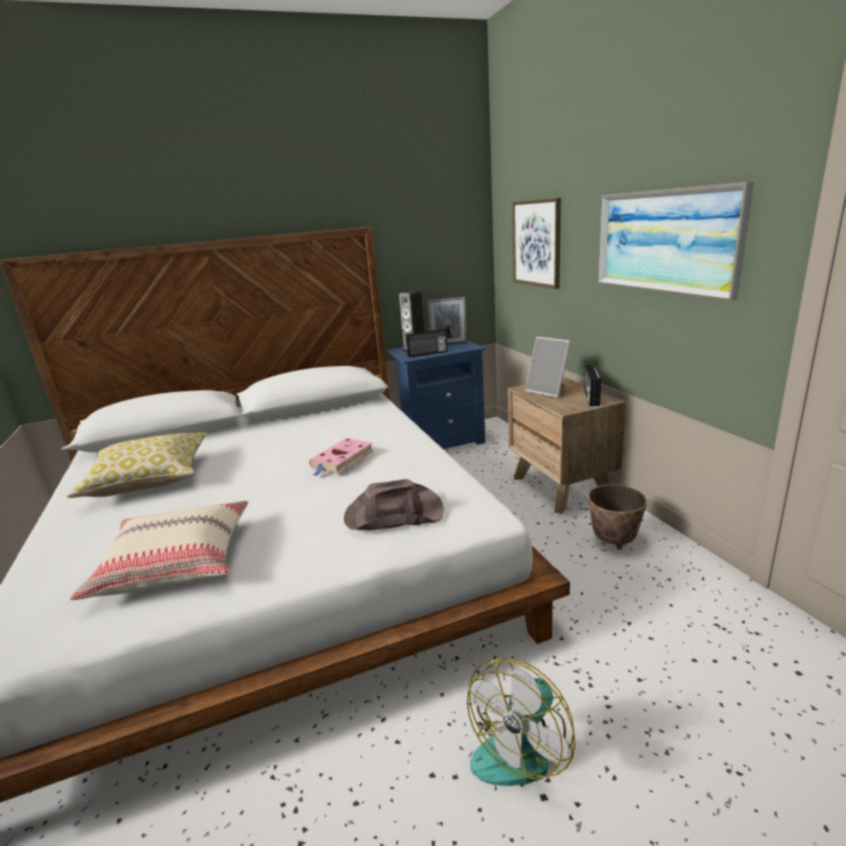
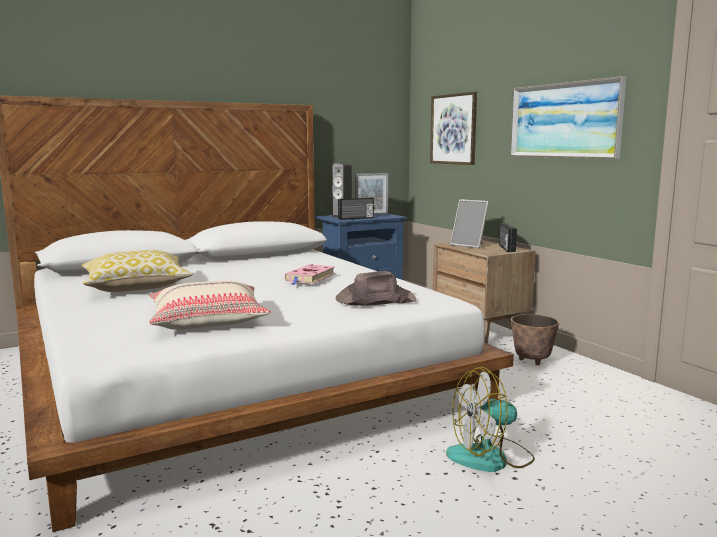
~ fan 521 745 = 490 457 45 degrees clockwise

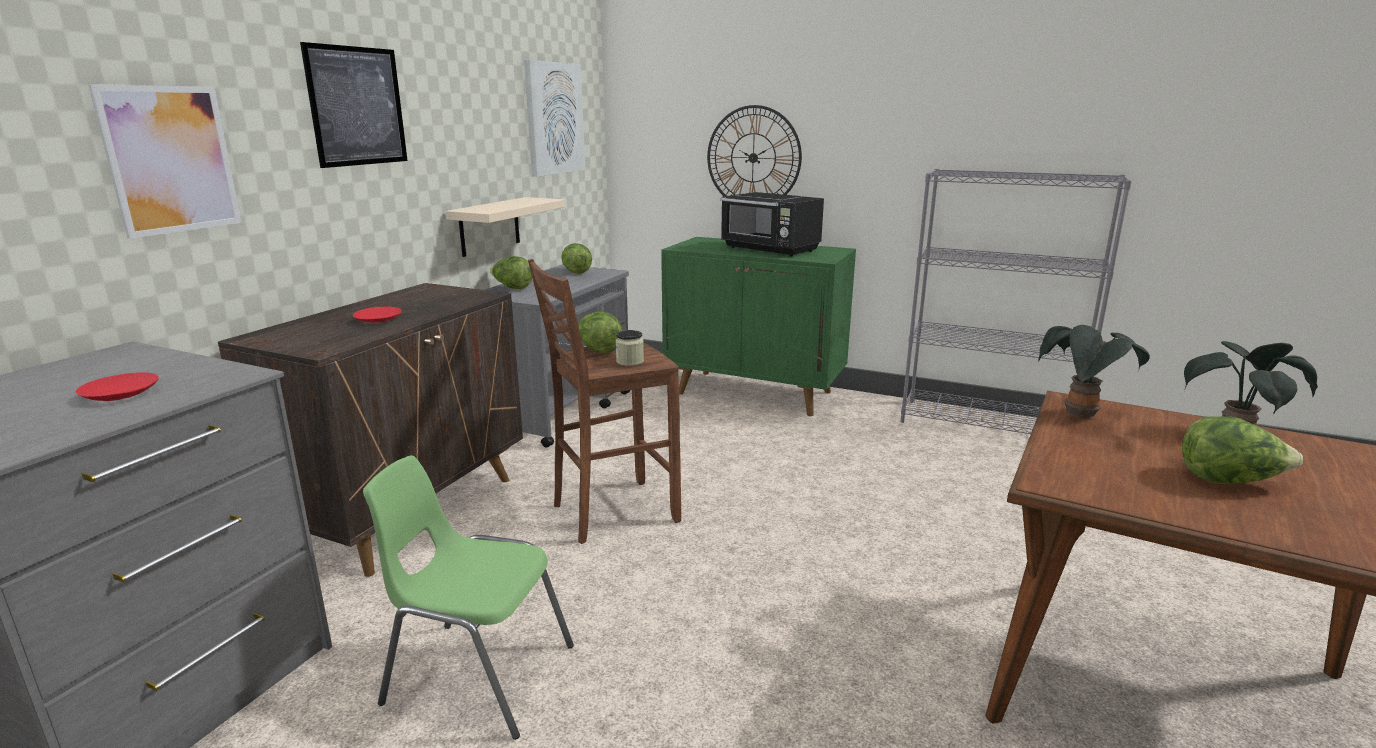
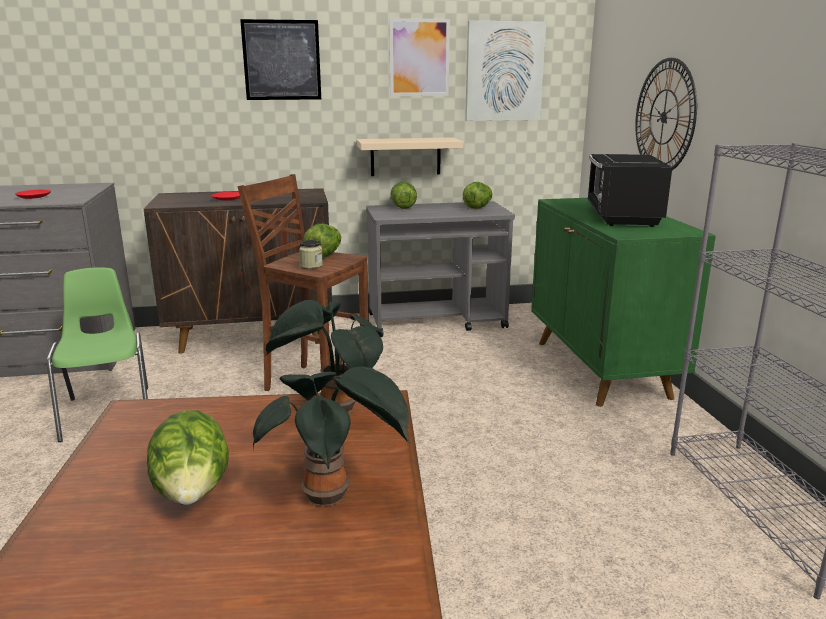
~ picture 171 160 to 419 58

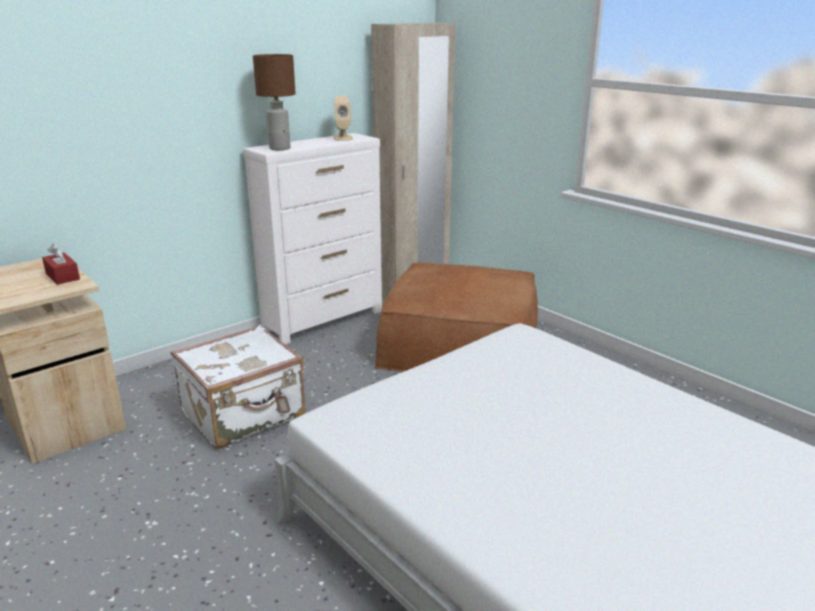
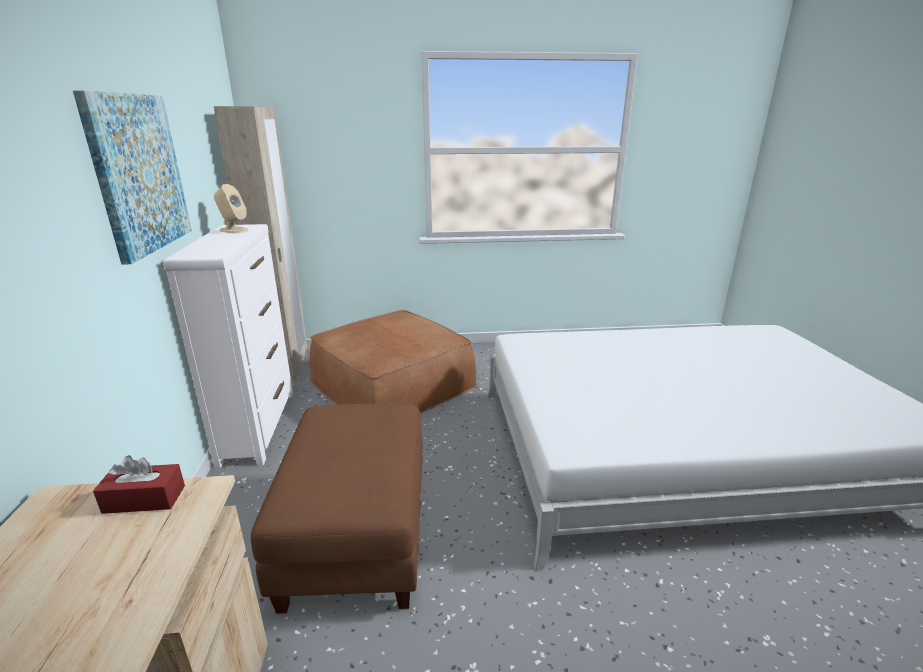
~ suitcase/white 245 415 to ottoman/brown 356 534
- table lamp/brown 279 148
+ picture 138 174

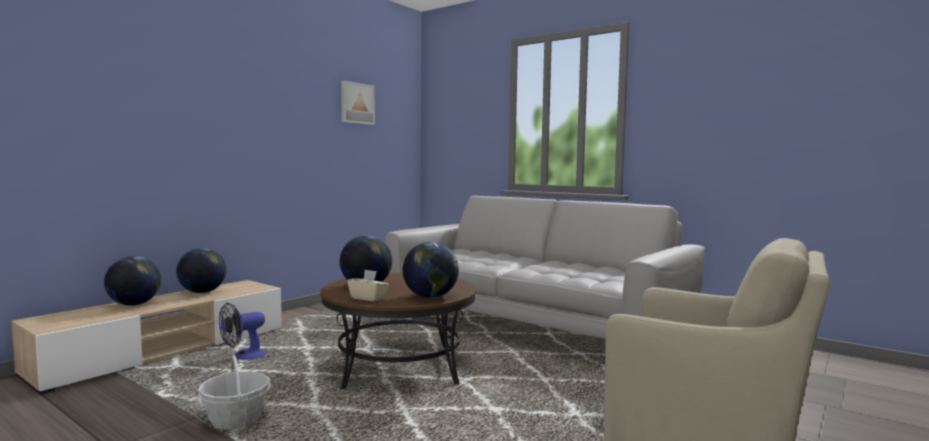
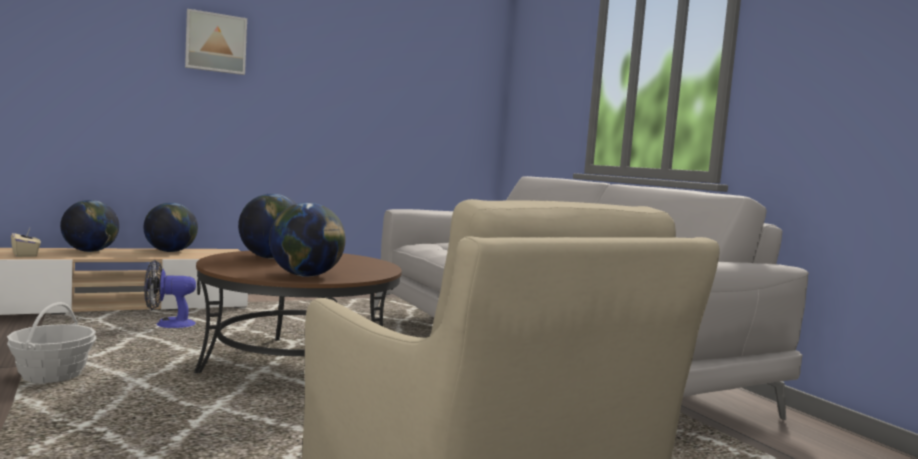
~ picture 356 103 to 216 43
~ tissue box/beige 368 298 to 25 255

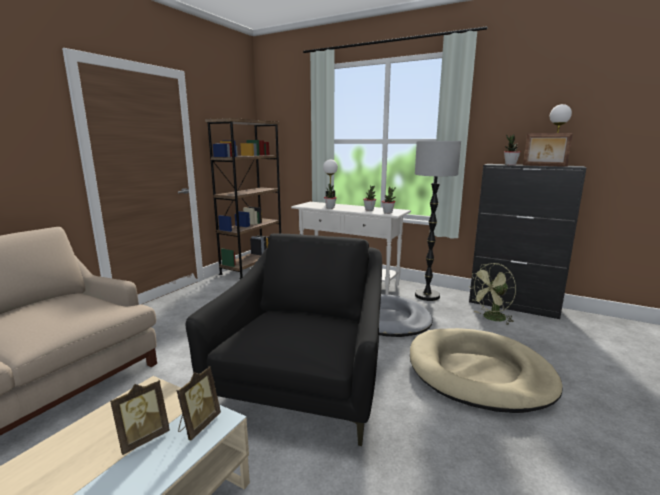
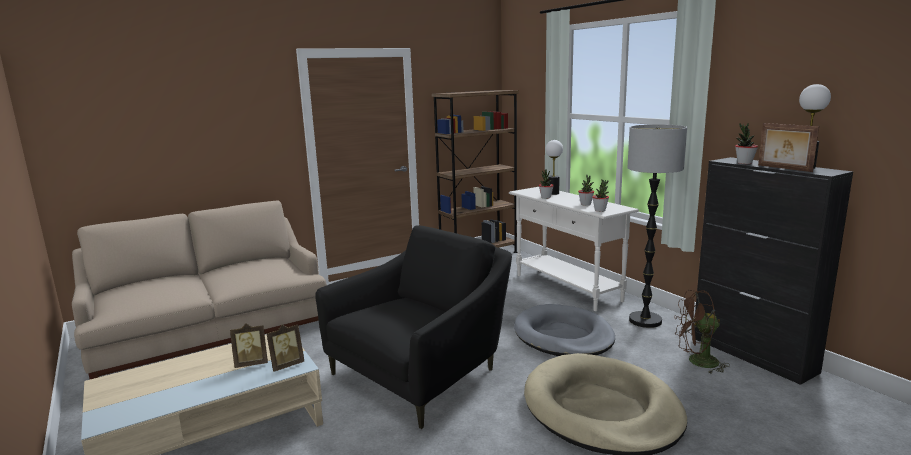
~ fan/green 491 318 to fan/brown 697 362

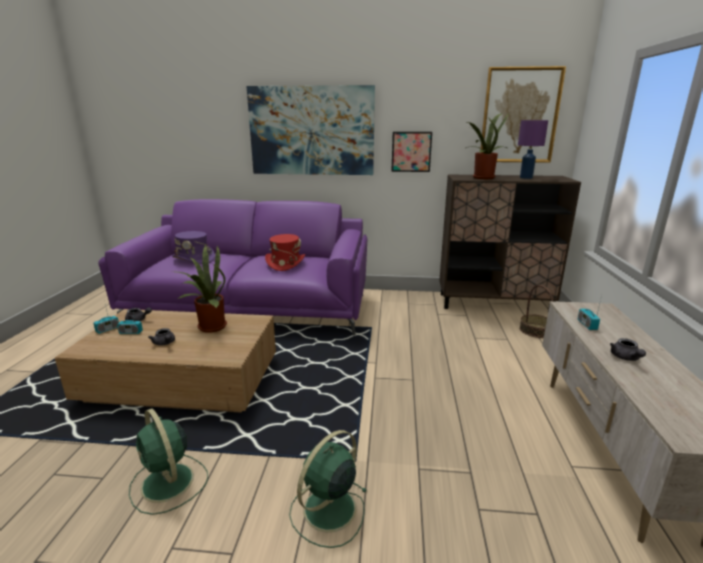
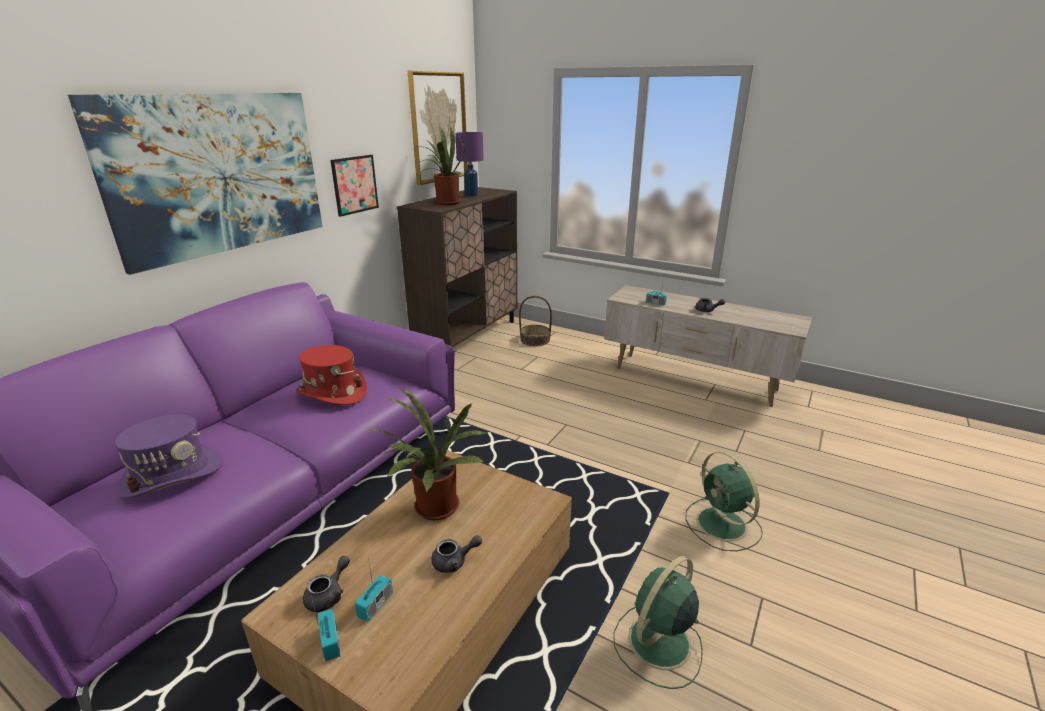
~ fan/green 168 483 = 657 643 150 degrees clockwise

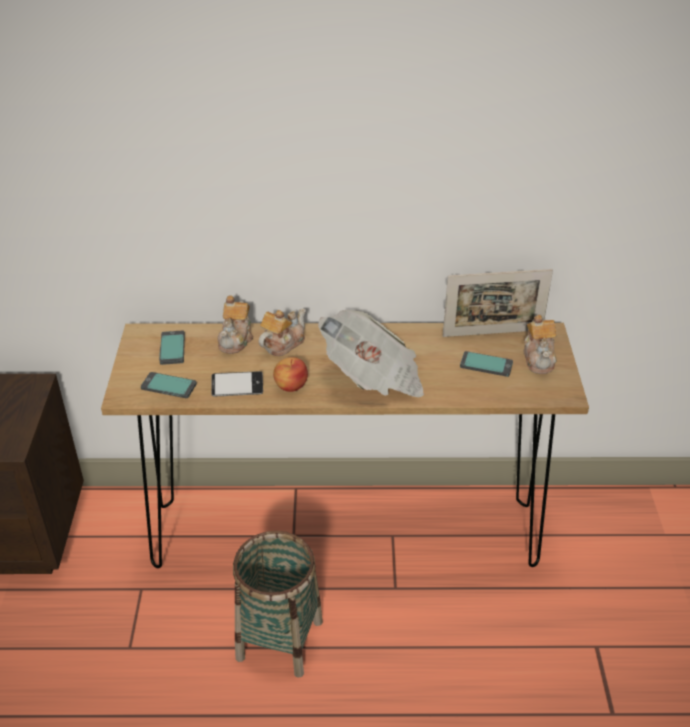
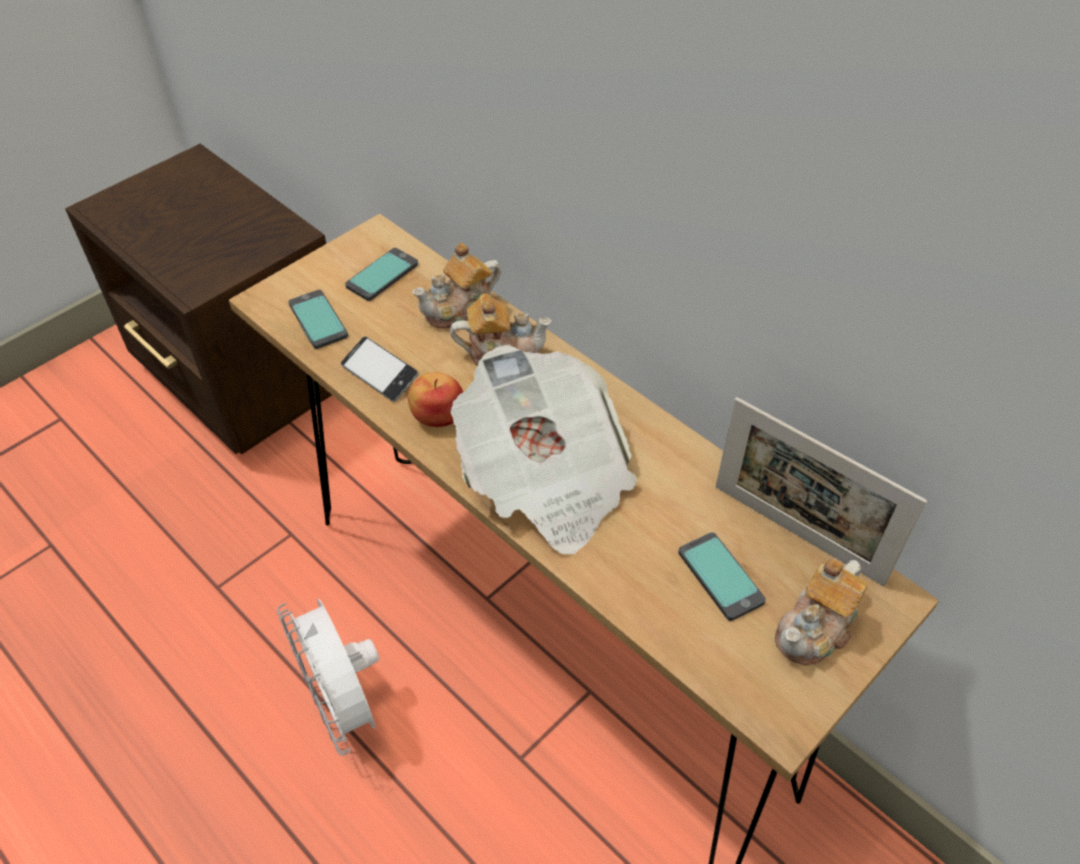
~ basket 280 639 to fan/white 344 705

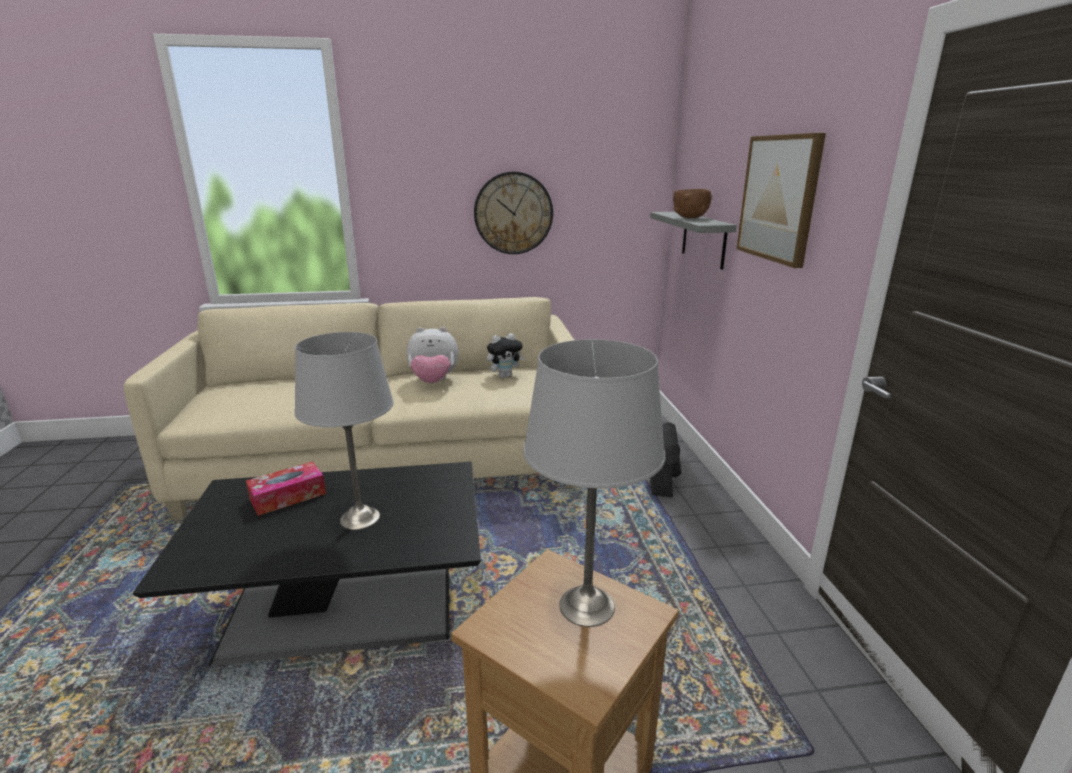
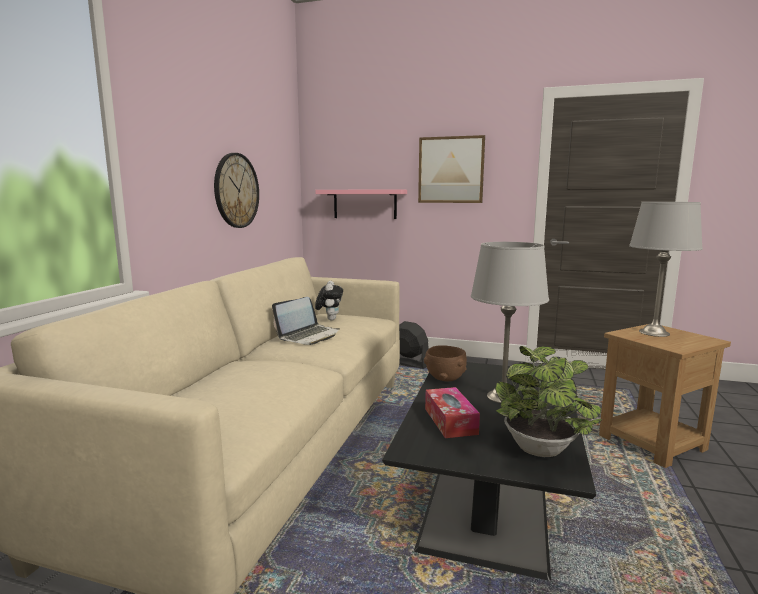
~ plush toy 433 381 to laptop 309 336
~ shelf/grey 703 239 to shelf/pink 365 204
~ bowl/brown 690 217 to 445 379
+ potted plant 541 452

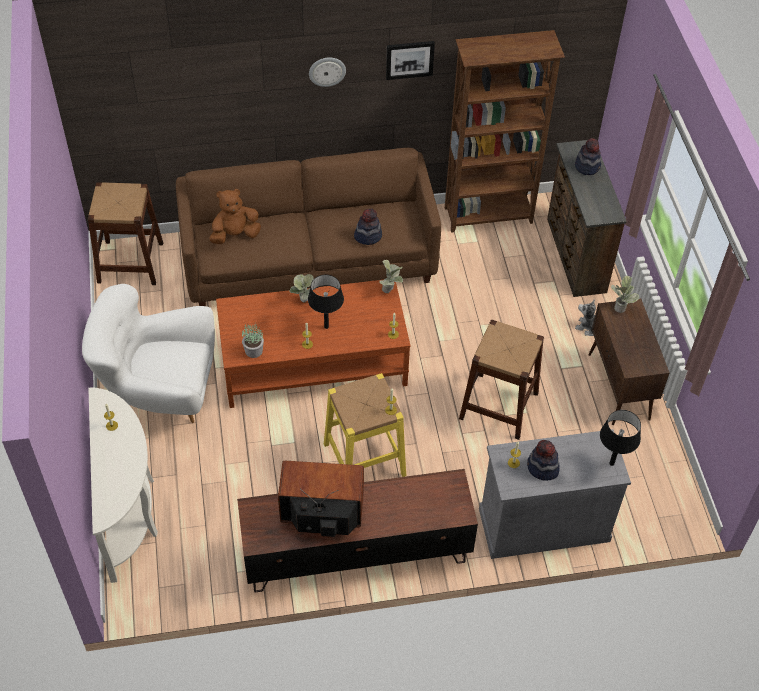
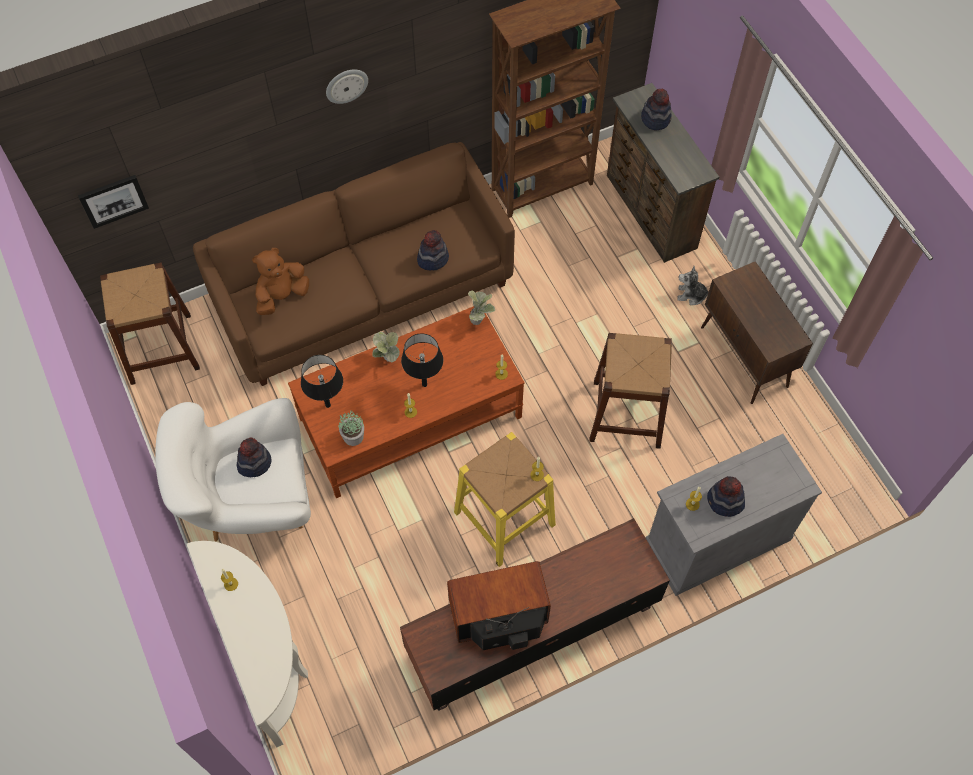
~ picture 409 59 to 113 200
~ table lamp/black 611 463 to 327 405
- potted plant 620 306
+ hat 254 463

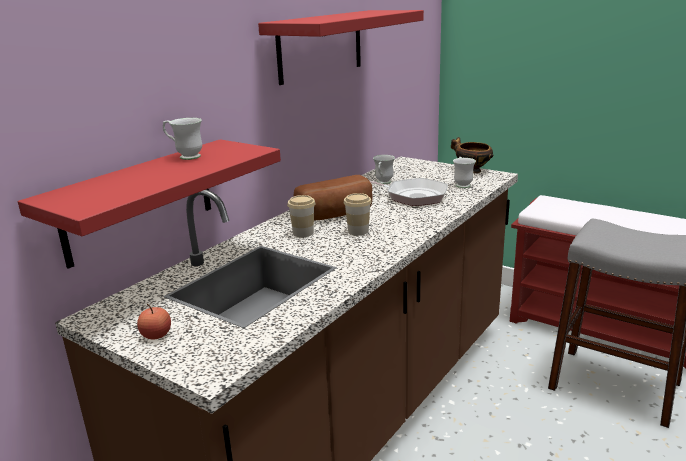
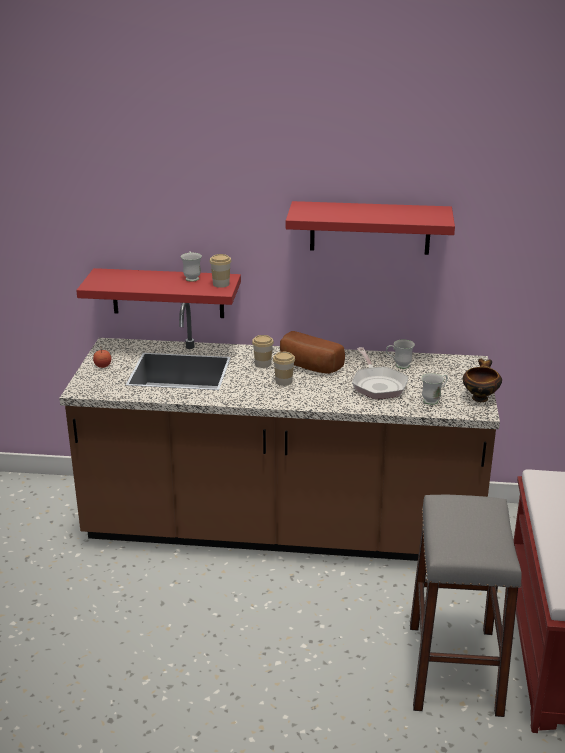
+ cup 221 284

